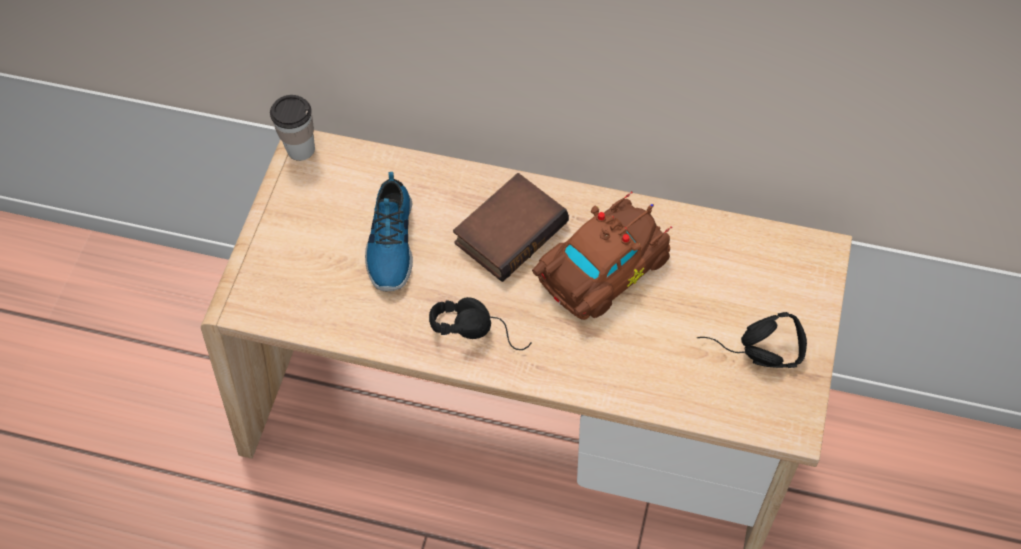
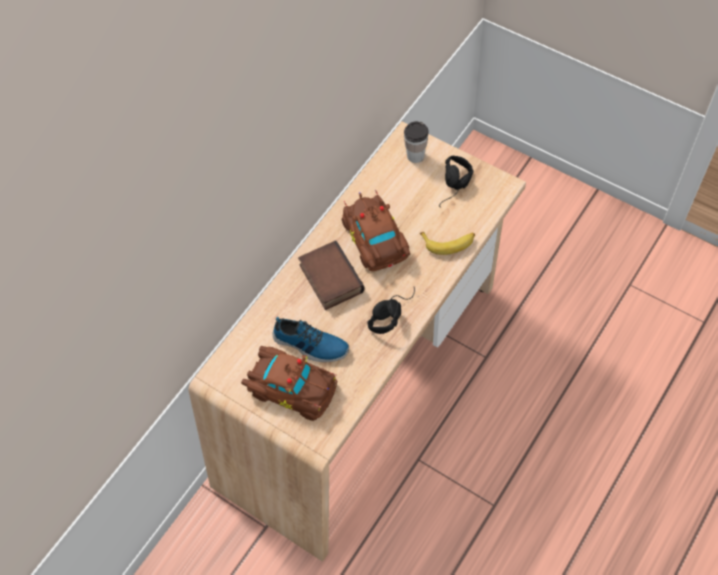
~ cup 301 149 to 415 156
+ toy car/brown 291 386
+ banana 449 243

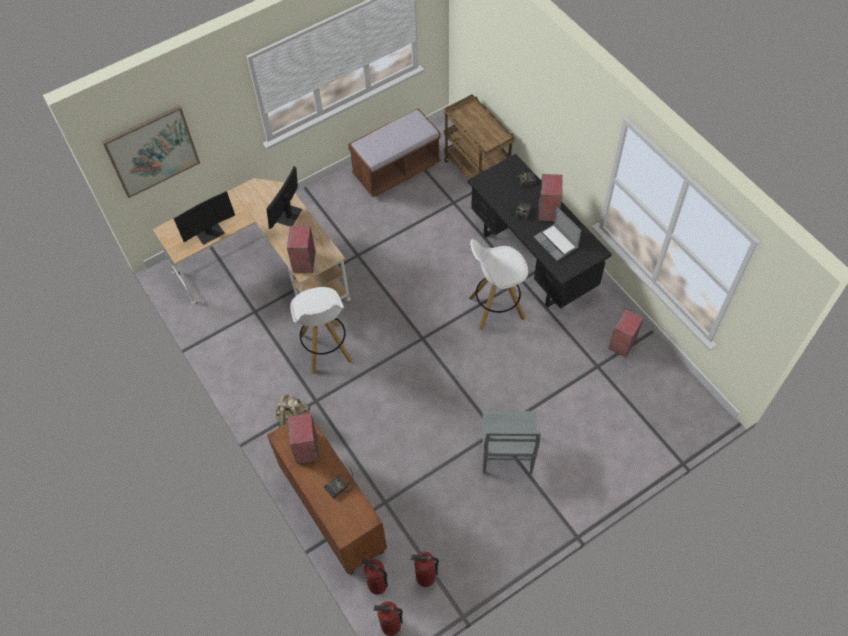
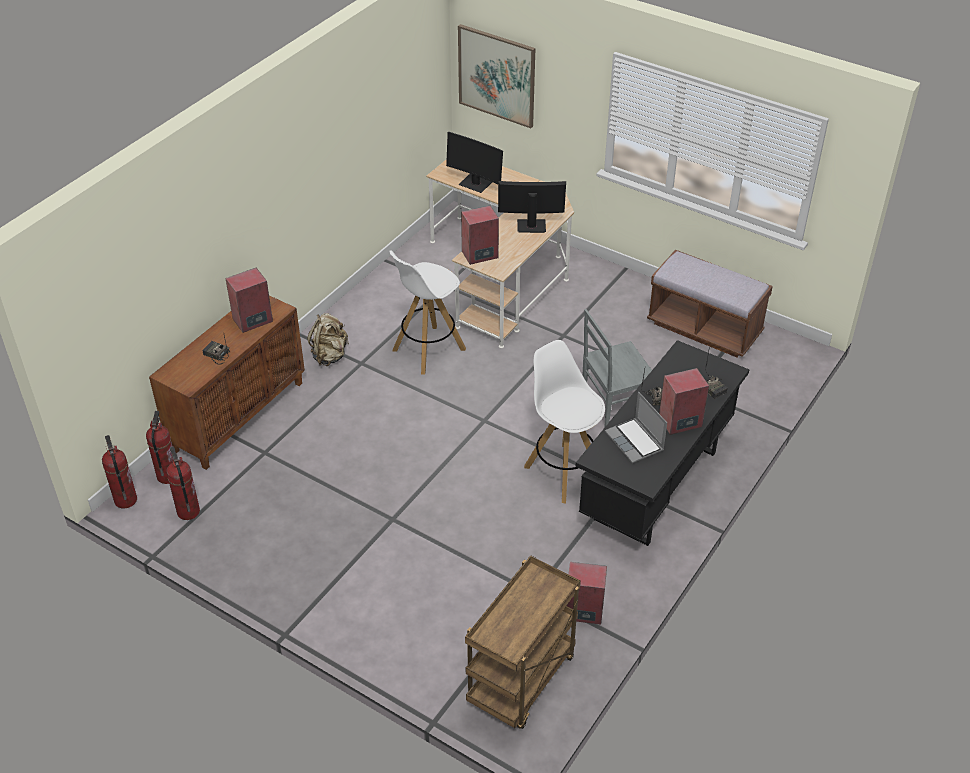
~ cart/brown 477 173 to 522 682
~ chair/grey 506 455 to 613 410
~ laptop 556 243 = 635 442 60 degrees counterclockwise

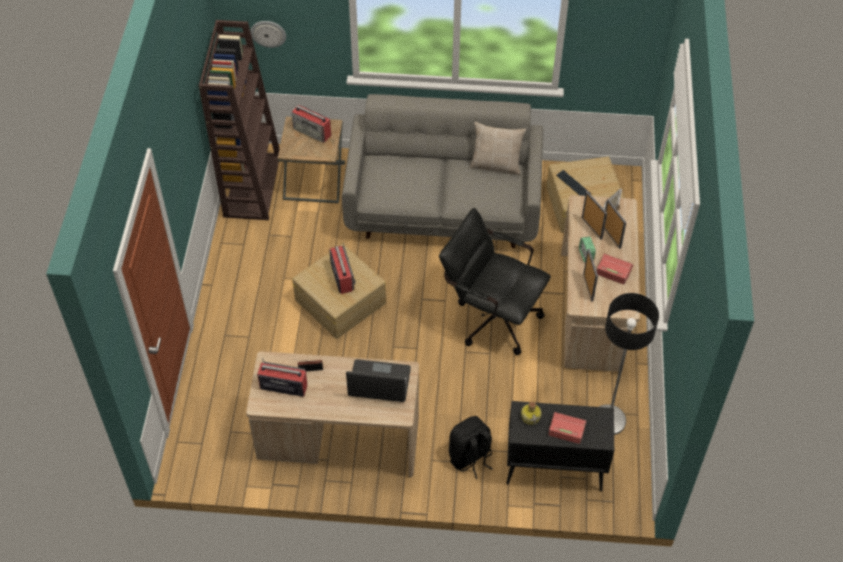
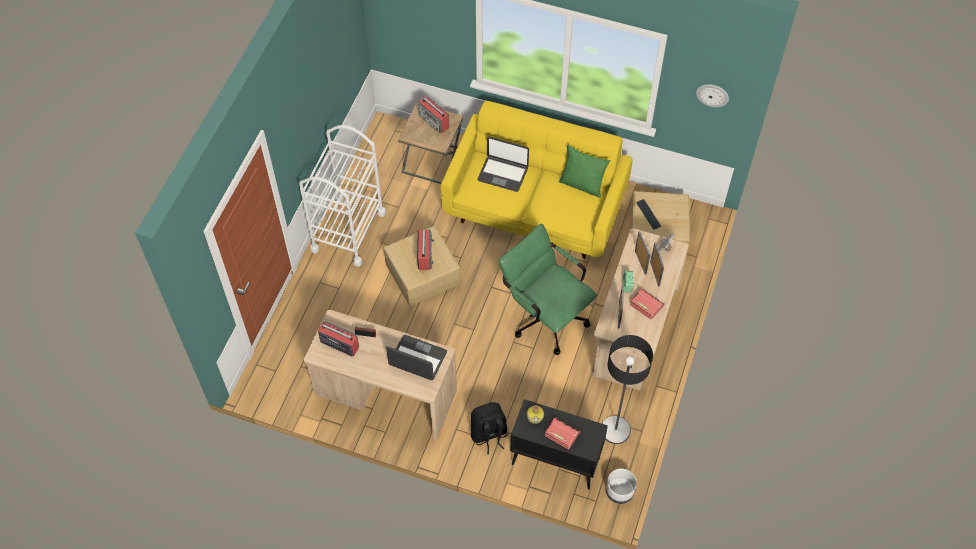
- bookcase/brown 252 185
~ wall clock 268 33 to 712 95
~ sofa/grey 443 208 to sofa/yellow 535 209
~ office chair/black 491 317 to office chair/green 545 316
~ pillow/beige 496 165 to pillow/green 582 184
+ cart/white 348 231
+ laptop 503 173
+ planter/white 619 492

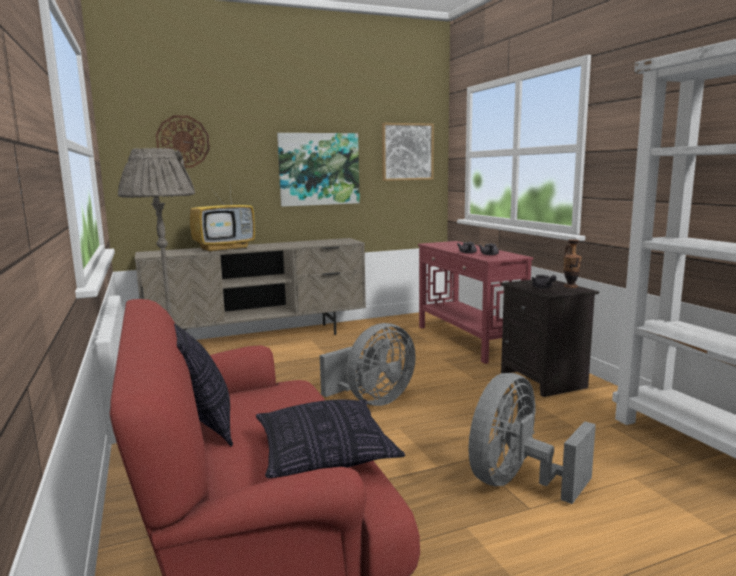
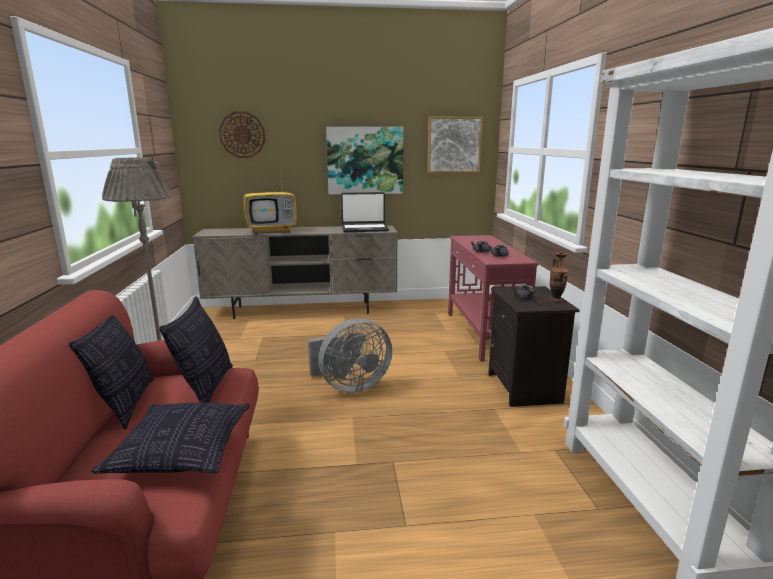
- fan/grey 517 482
+ pillow 206 388
+ laptop 364 229

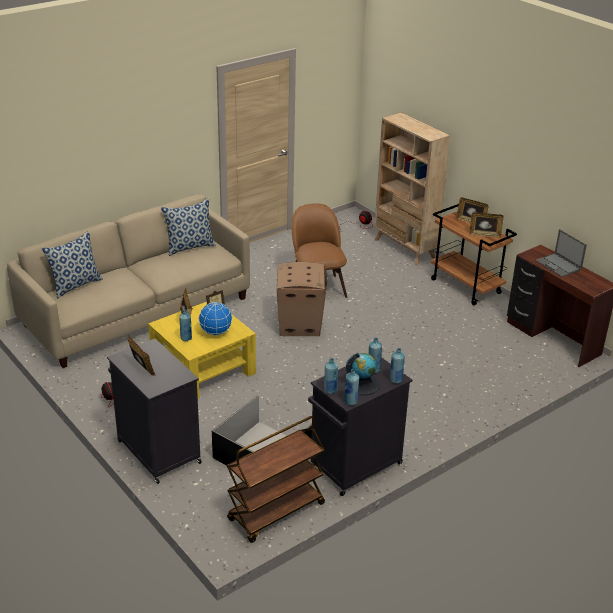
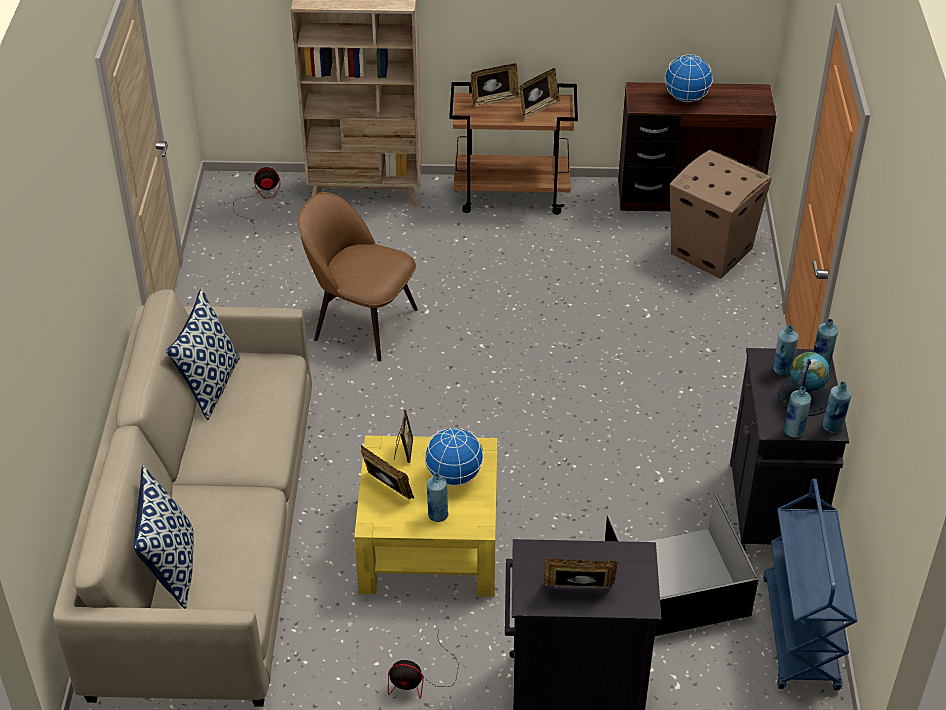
~ cart/brown 276 513 to cart/blue 800 634
~ cardboard box 300 324 to 710 251
~ laptop 559 265 to globe 686 98

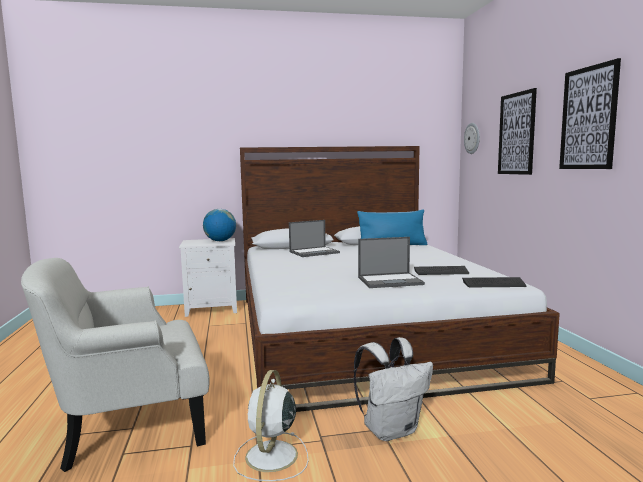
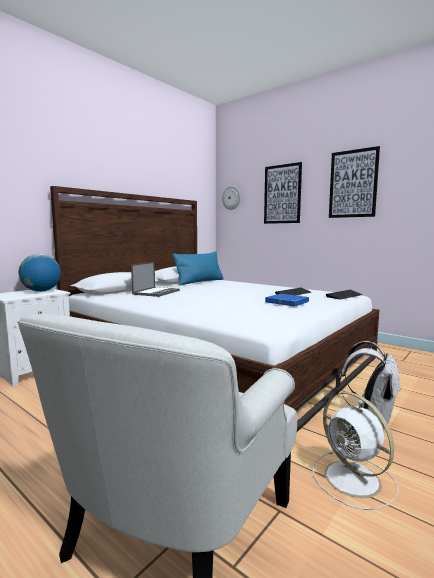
~ laptop 390 281 to book/blue 287 303

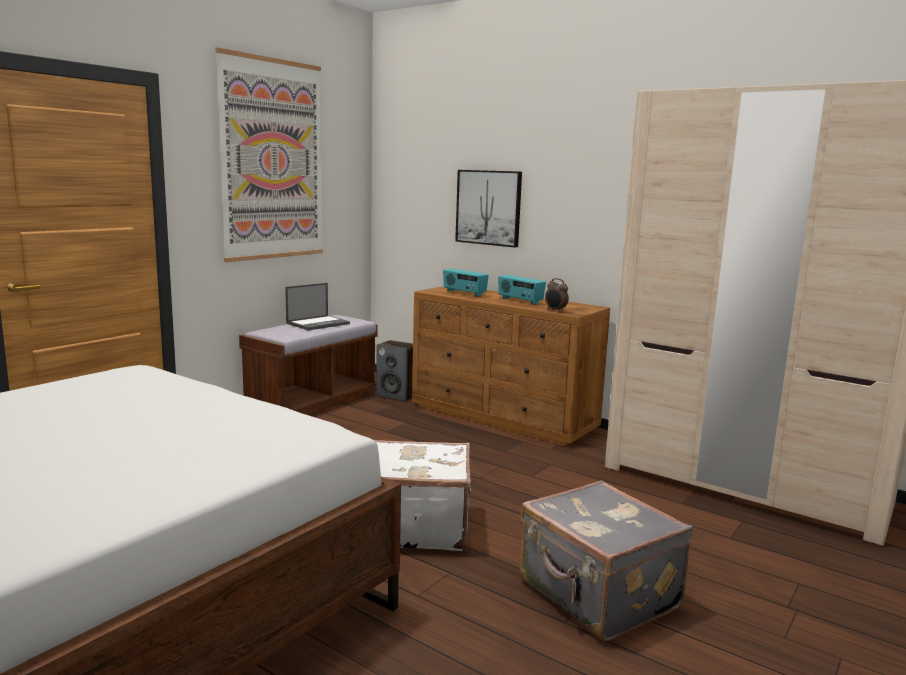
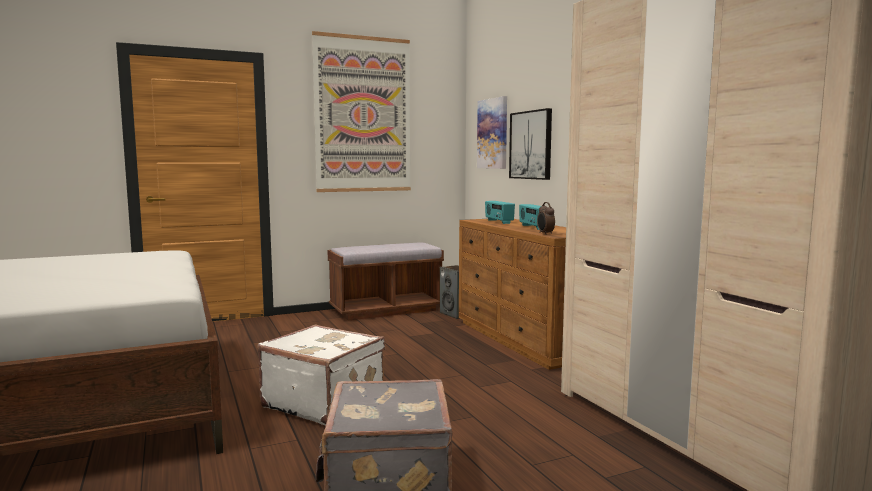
- laptop 318 323
+ picture 493 133

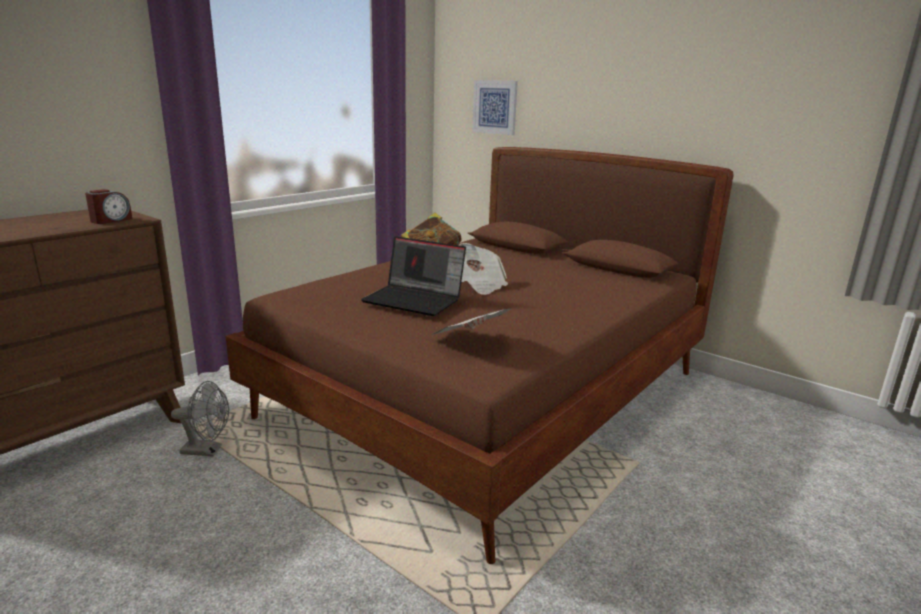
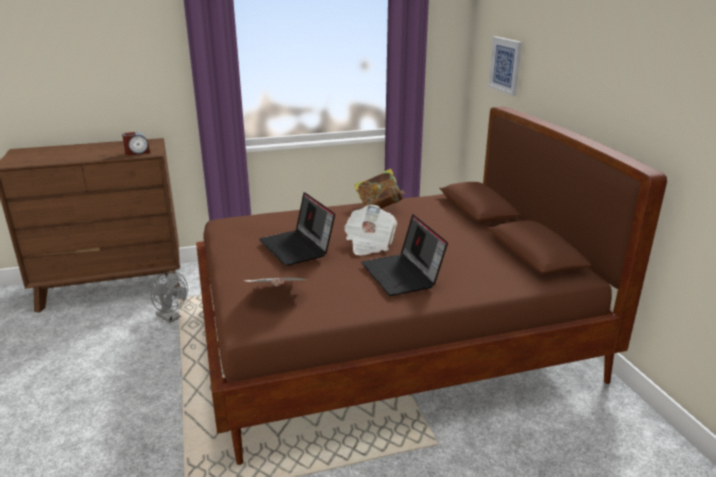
+ laptop 402 275

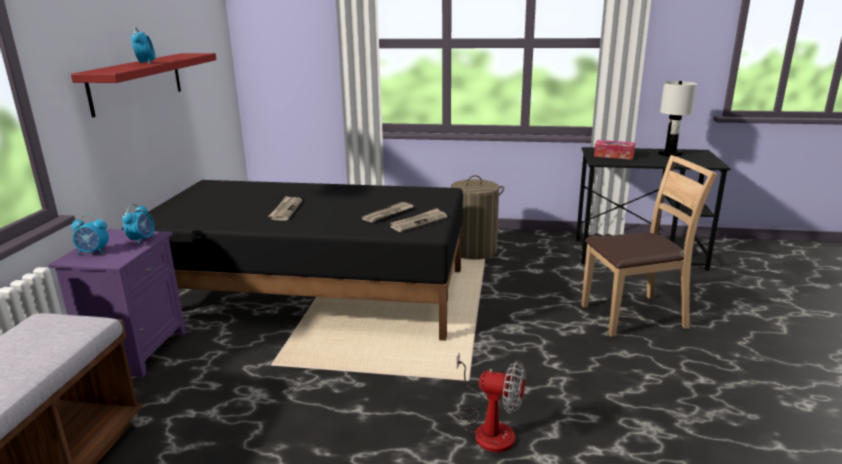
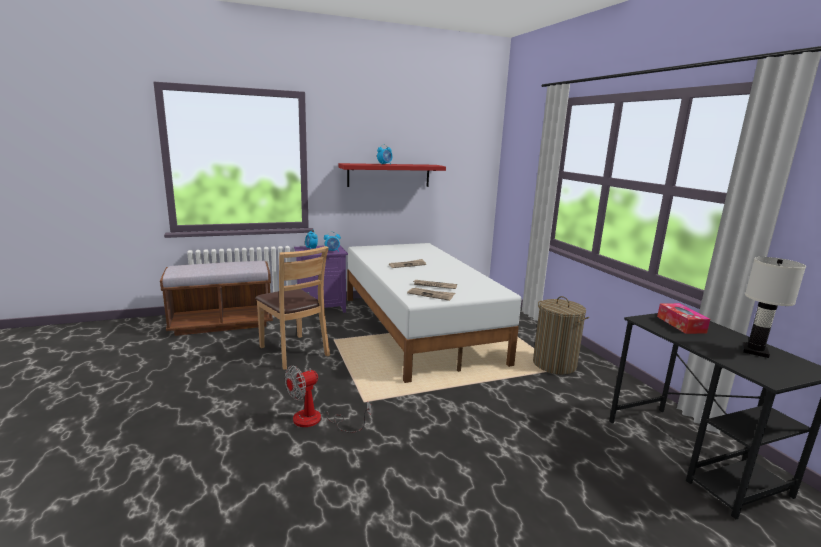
~ bed/black 311 292 to bed/white 418 327
~ fan 488 427 = 317 420 60 degrees clockwise
~ chair/brown 634 316 to 294 352

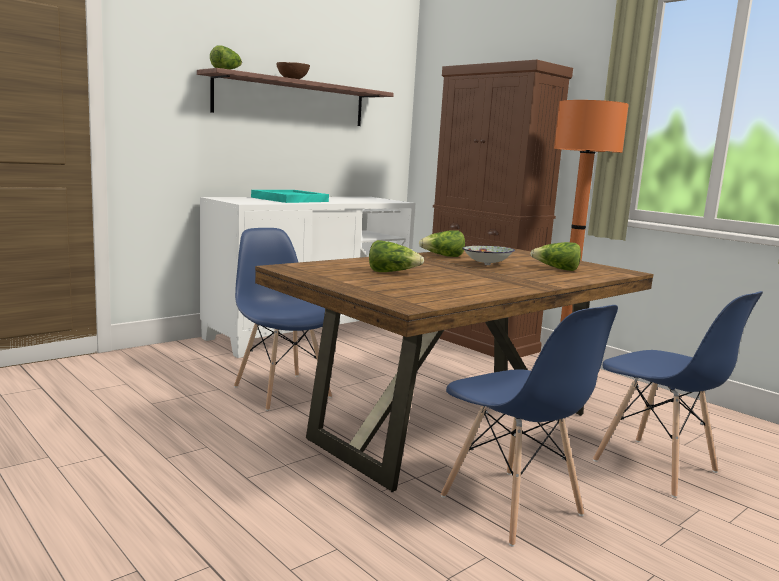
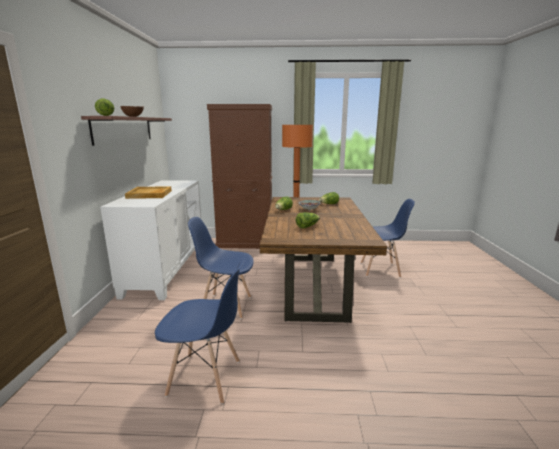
~ tray/turquoise 289 199 to tray/beige 150 194
~ chair/blue 512 507 to 205 378

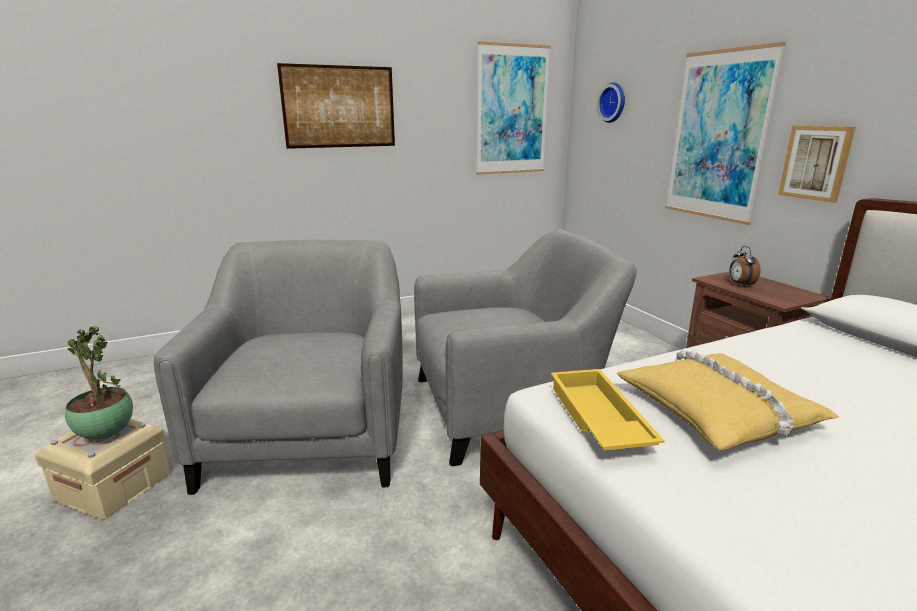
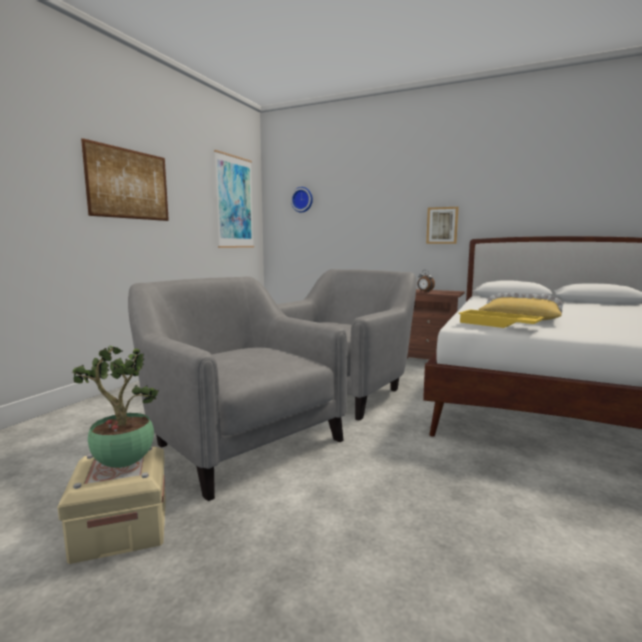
- picture 718 136

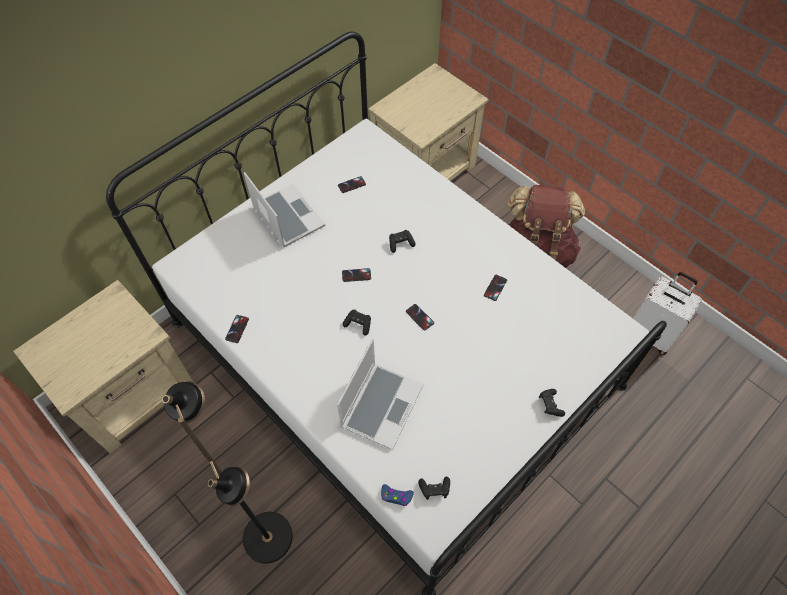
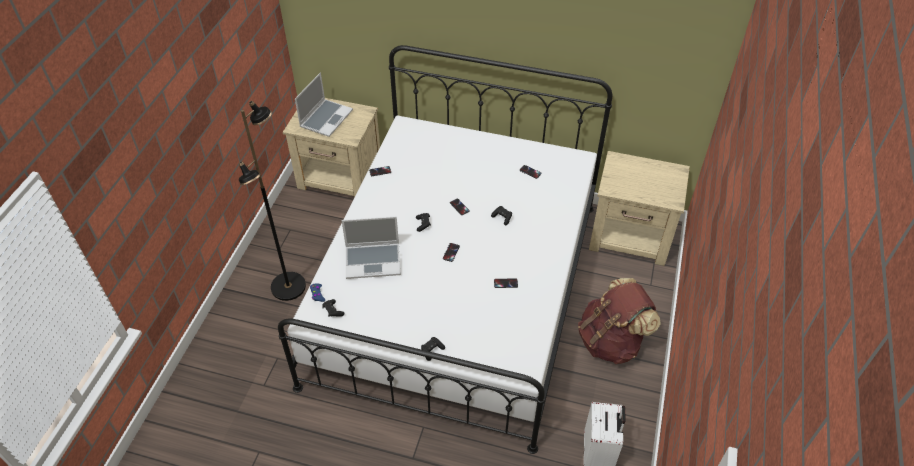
~ laptop 286 216 to 326 118

